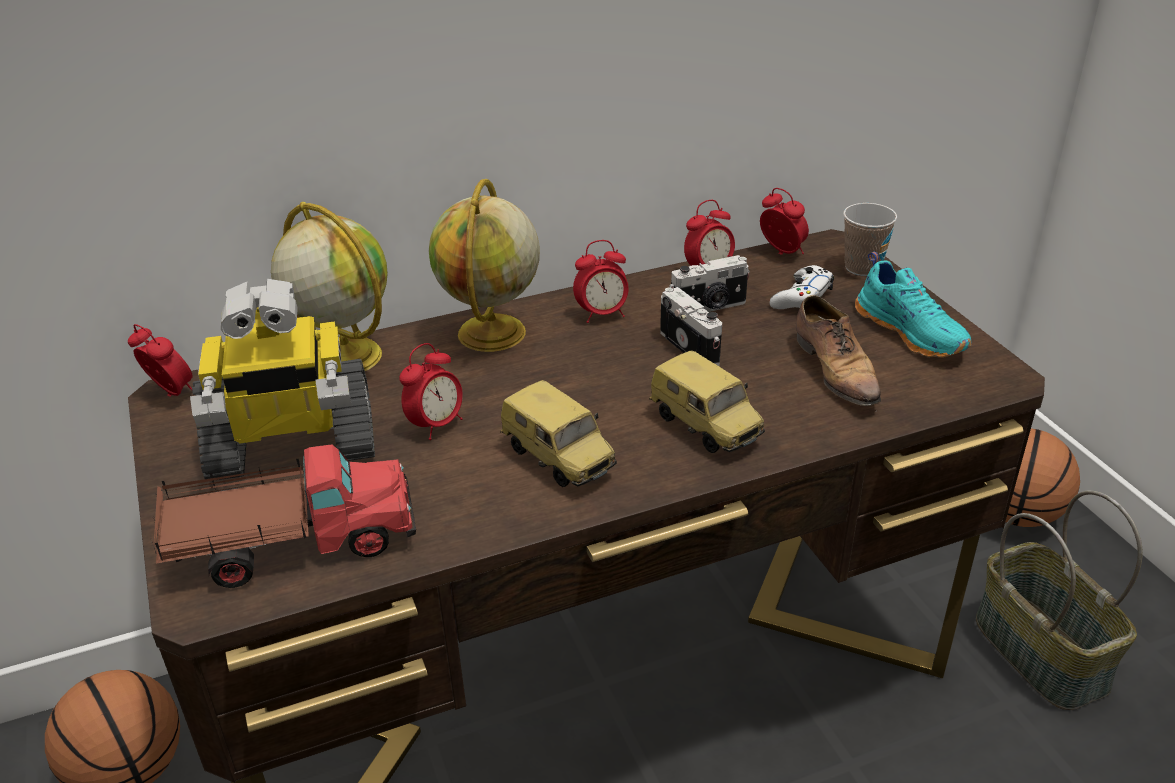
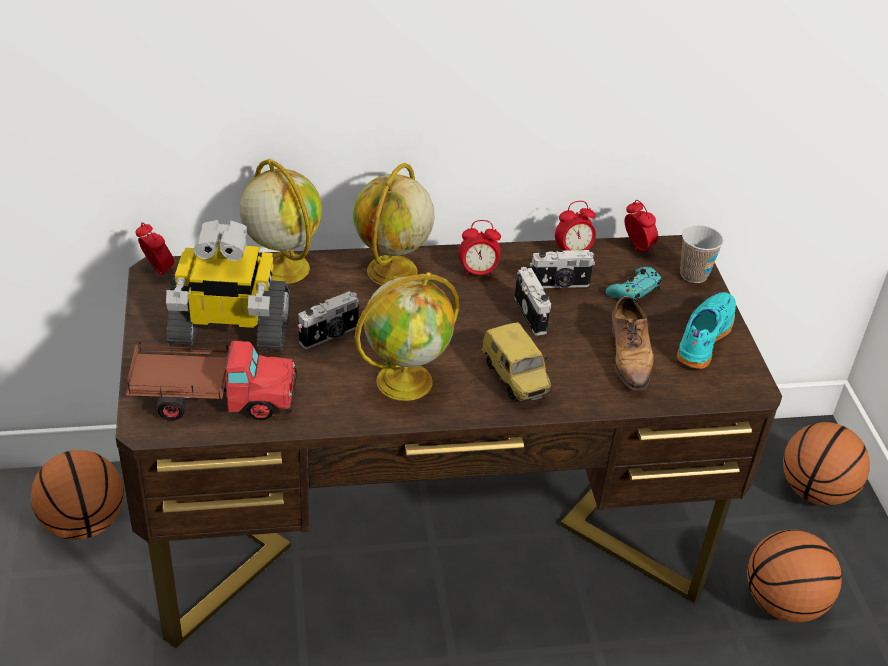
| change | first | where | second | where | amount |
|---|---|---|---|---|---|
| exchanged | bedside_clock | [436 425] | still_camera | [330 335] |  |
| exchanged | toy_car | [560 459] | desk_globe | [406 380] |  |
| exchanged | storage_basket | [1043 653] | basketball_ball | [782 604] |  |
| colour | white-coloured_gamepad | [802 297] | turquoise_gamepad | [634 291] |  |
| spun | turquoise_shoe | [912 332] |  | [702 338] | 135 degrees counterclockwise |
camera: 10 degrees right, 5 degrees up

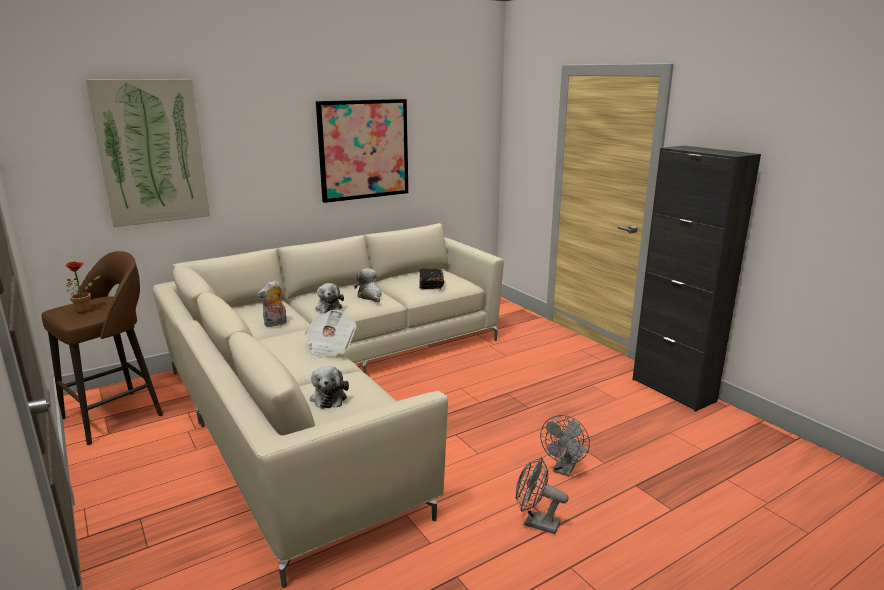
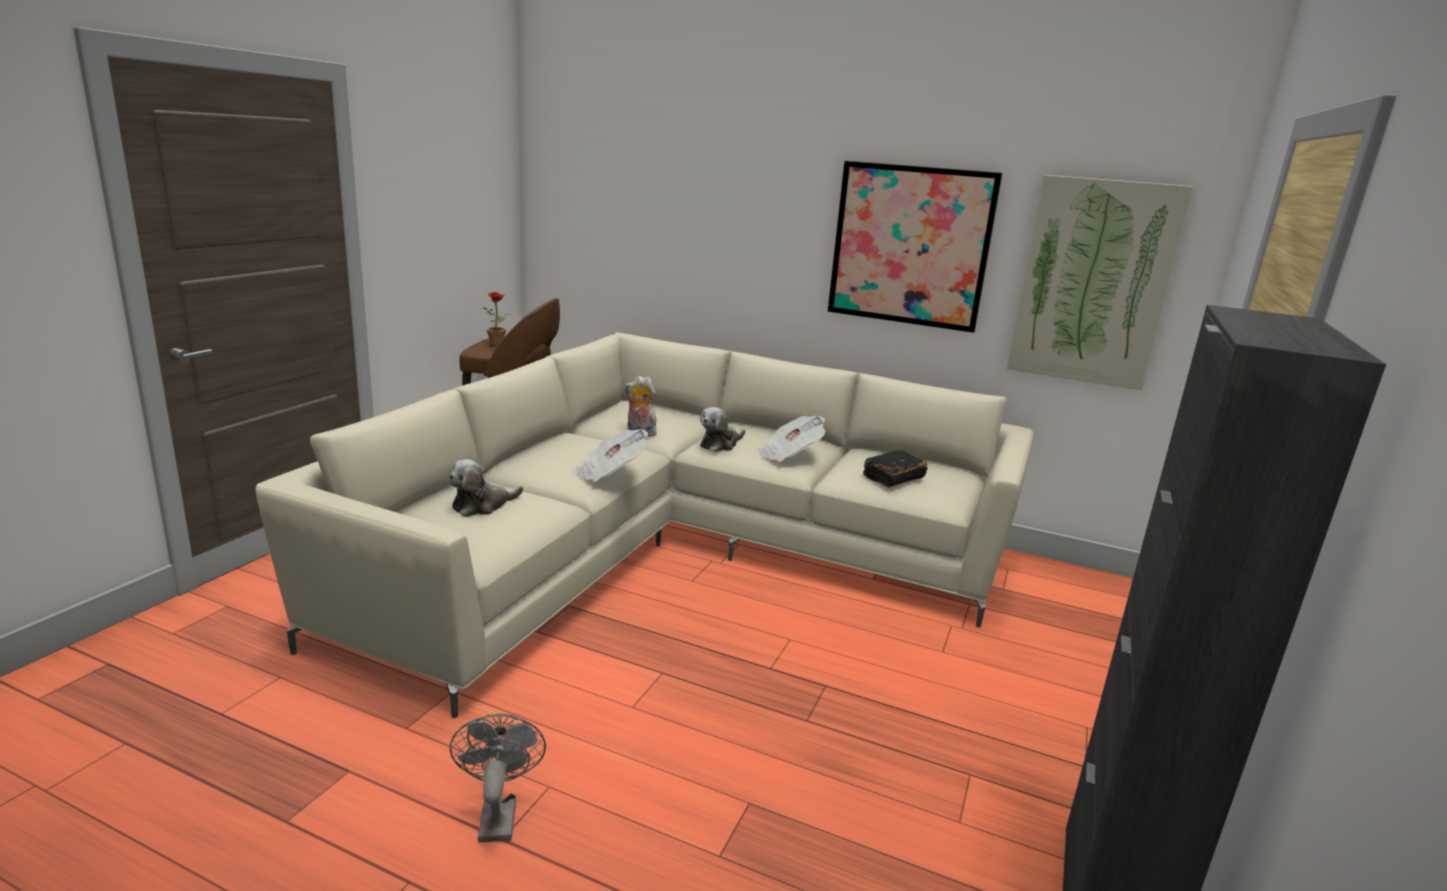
| change | first | where | second | where | amount |
|---|---|---|---|---|---|
| missing | greyish_cooling_fan | [564 470] |  |  |  |
| relocated | wall_art | [151 152] |  | [1093 282] |  |
| exchanged | cuddly_toy | [370 296] | newspaper | [788 455] |  |
camera: 55 degrees right, 0 degrees up

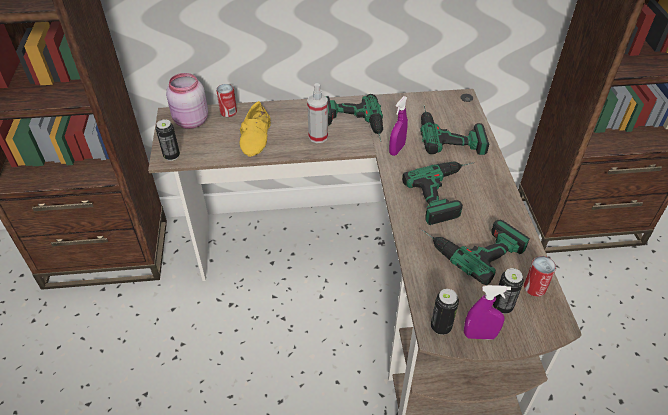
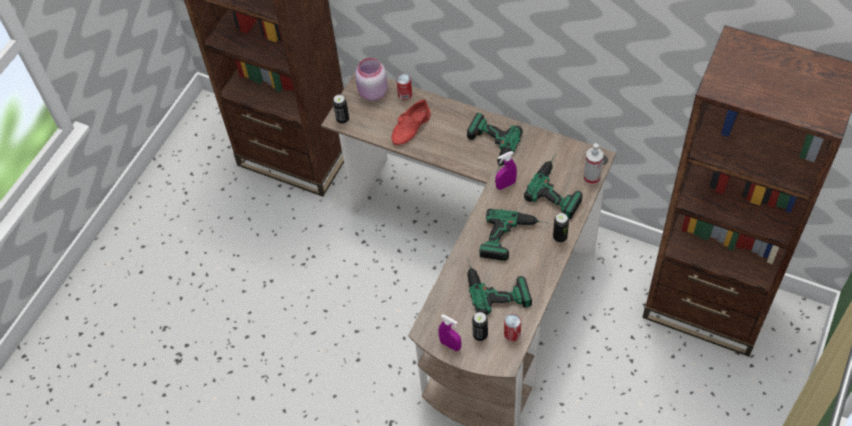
| change | first | where | second | where | amount |
|---|---|---|---|---|---|
| relocated | spray_bottle | [318 137] |  | [591 177] |  |
| relocated | can | [441 327] |  | [560 237] |  |
| colour | yellow-coloured_shoe | [257 137] | reddish_shoe | [412 128] |  |
camera: 35 degrees right, 10 degrees up

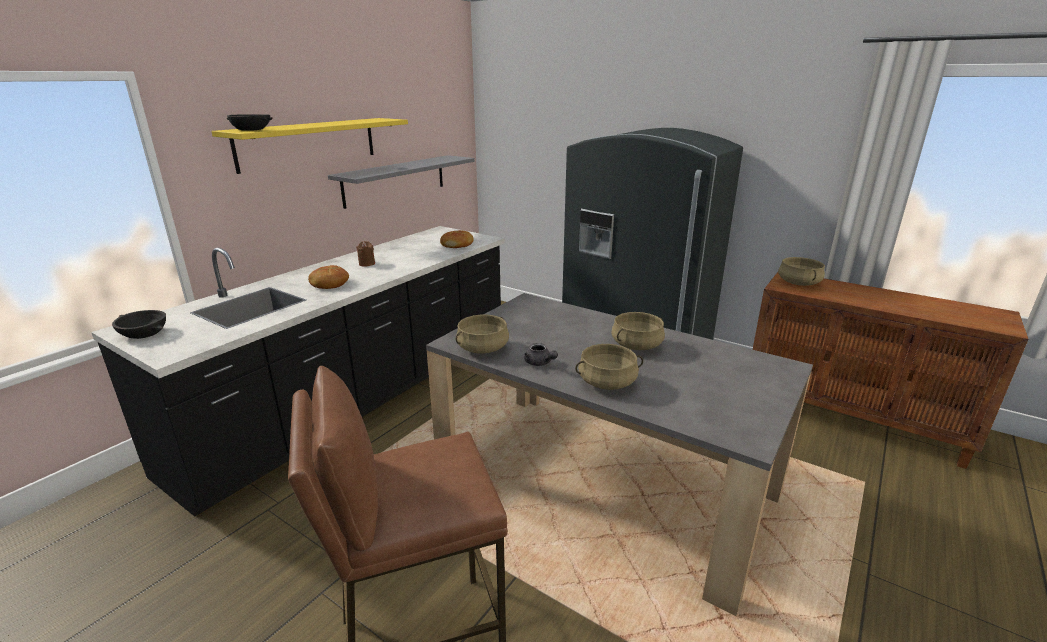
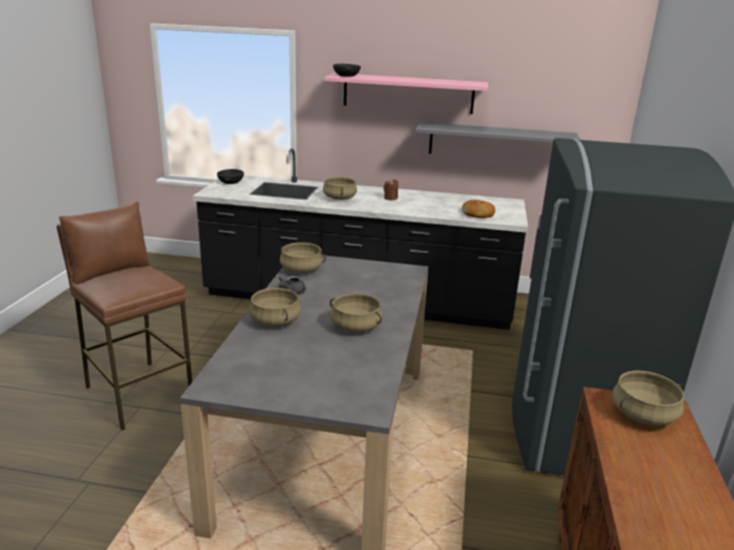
| change | first | where | second | where | amount |
|---|---|---|---|---|---|
| exchanged | bakery_bread | [329 284] | beige_saucepot | [339 198] |  |
| colour | yellow-coloured_wall_shelf | [309 143] | pinkish_wall_shelf | [408 93] |  |
camera: 65 degrees right, 0 degrees up

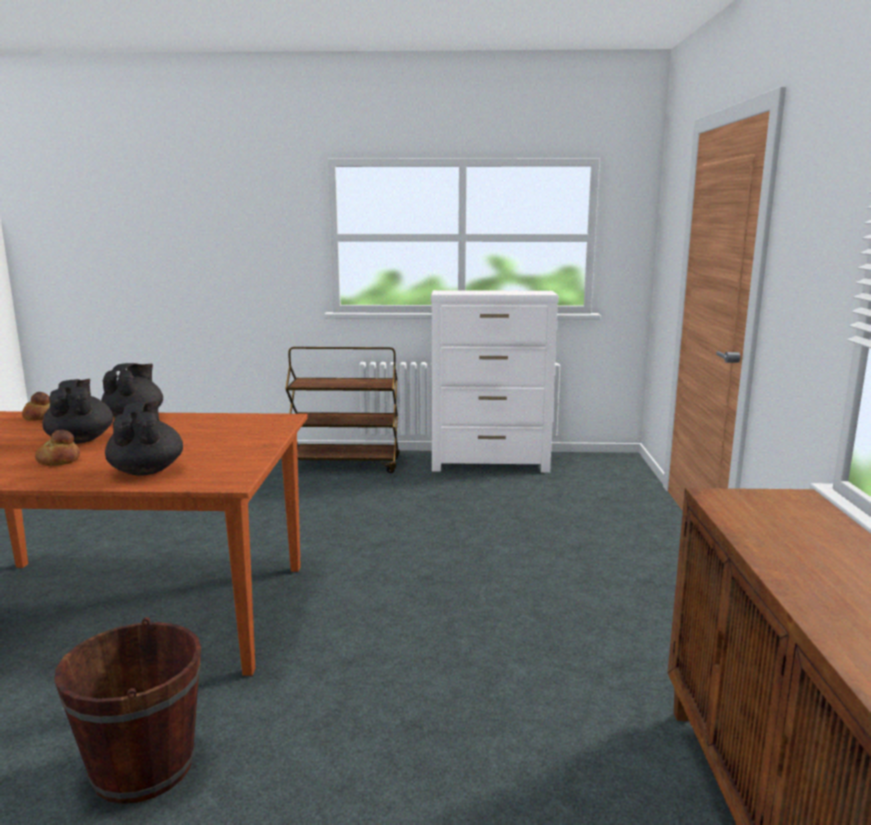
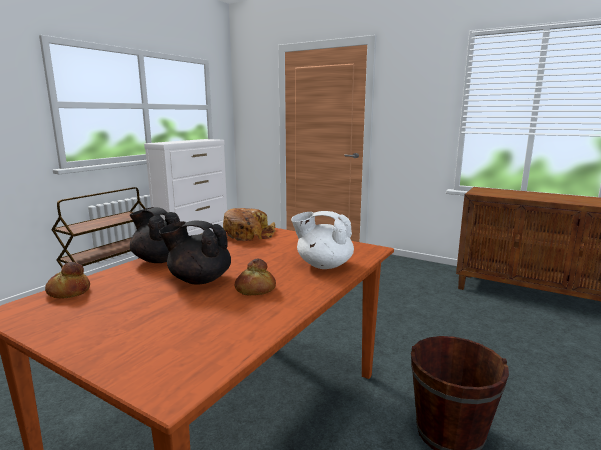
| change | first | where | second | where | amount |
|---|---|---|---|---|---|
| appeared |  |  | bakery_bread | [248 234] |  |
| colour | black-coloured_pot_for_tea | [147 470] | white-coloured_pot_for_tea | [323 265] |  |
camera: 60 degrees left, 0 degrees up

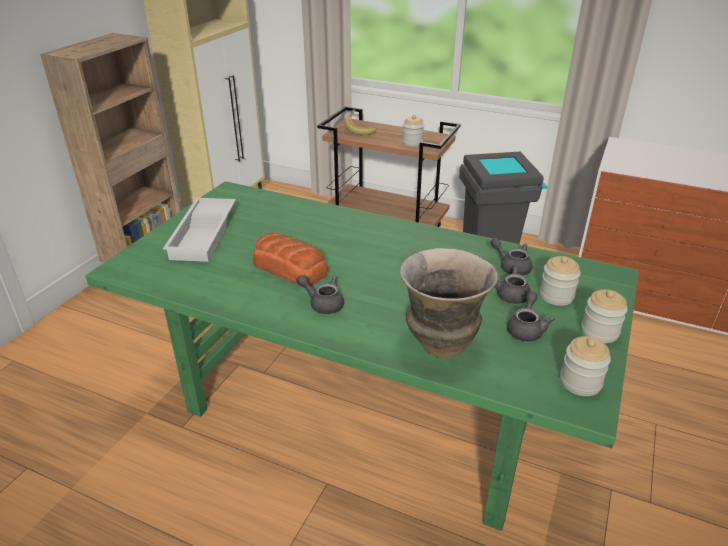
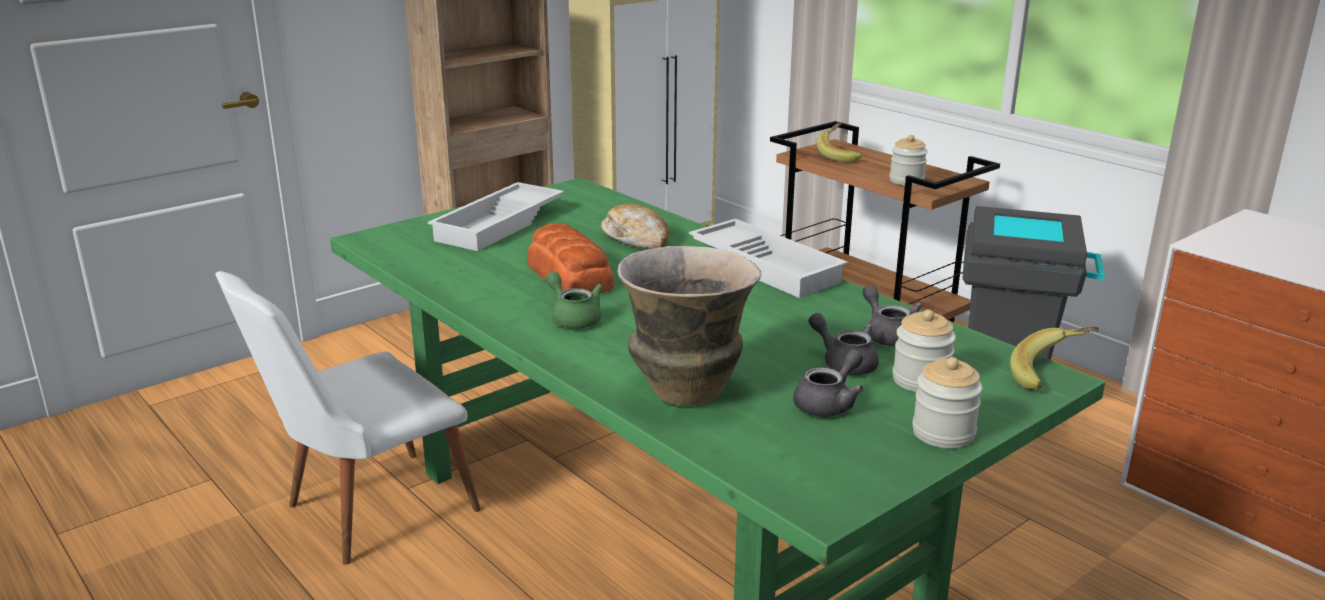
| change | first | where | second | where | amount |
|---|---|---|---|---|---|
| missing | storage_jar | [580 382] |  |  |  |
| appeared |  |  | white-coloured_plain_chair | [364 512] |  |
| appeared |  |  | bakery_bread | [636 238] |  |
| appeared |  |  | white-coloured_serving_tray | [767 266] |  |
| appeared |  |  | banana_fruit | [1052 376] |  |
| colour | greyish_pot_for_tea | [323 303] | green_pot_for_tea | [573 318] |  |
camera: 25 degrees right, 10 degrees down

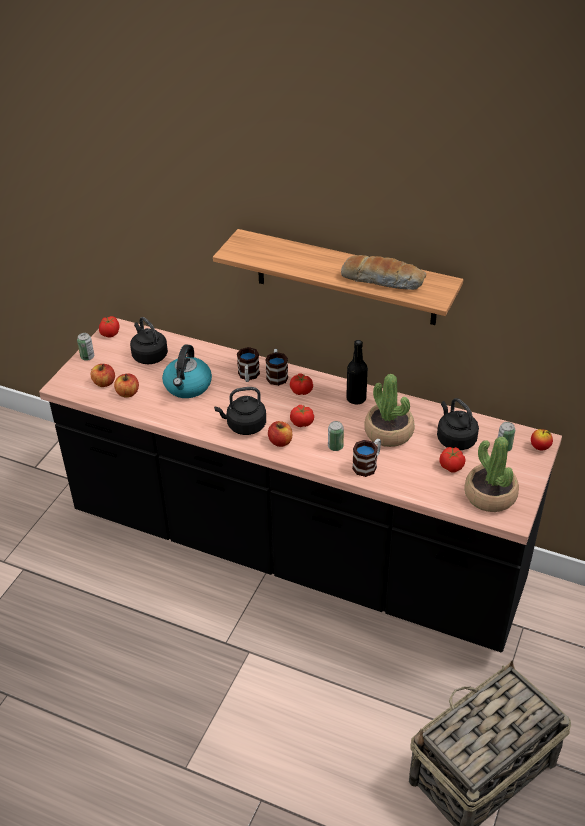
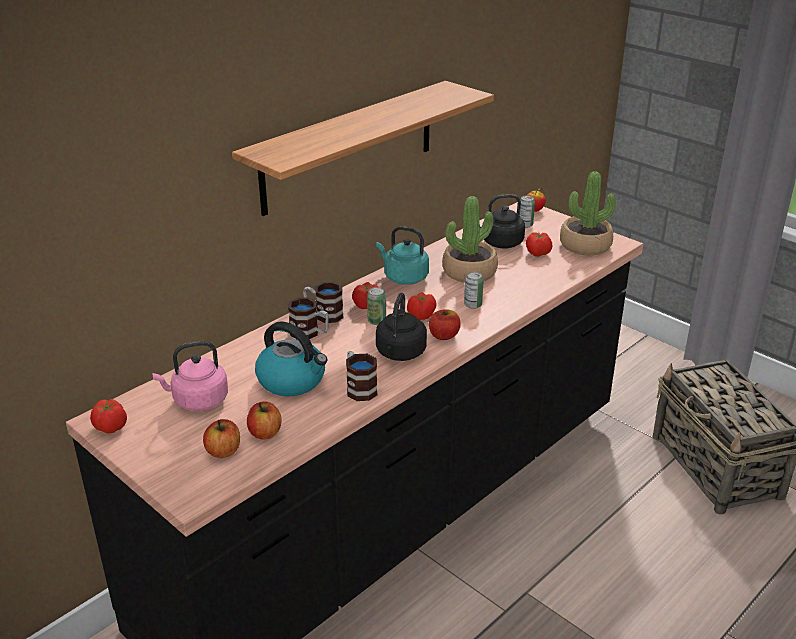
| change | first | where | second | where | amount |
|---|---|---|---|---|---|
| missing | bakery_bread | [383 280] |  |  |  |
| relocated | can | [87 357] |  | [376 321] |  |
| relocated | coffee_mug | [368 465] |  | [359 388] |  |
| exchanged | black-coloured_drink_bottle | [356 399] | turquoise_kettle | [403 277] |  |
| colour | black-coloured_kettle | [149 355] | pinkish_kettle | [197 401] |  |
camera: 70 degrees left, 10 degrees down

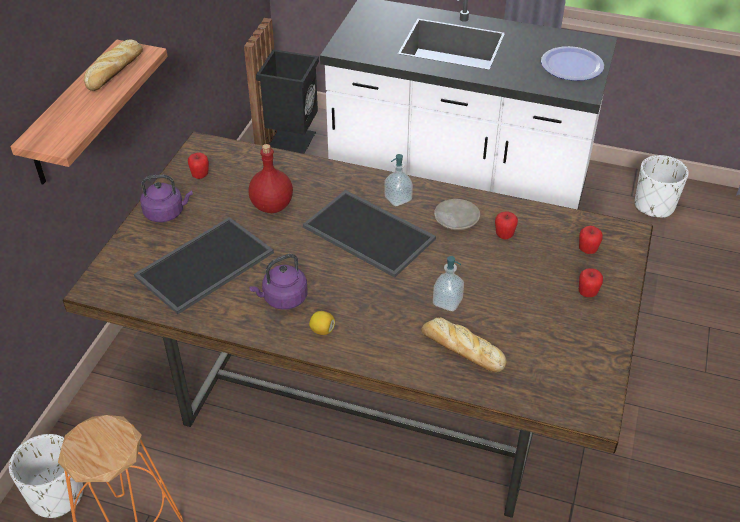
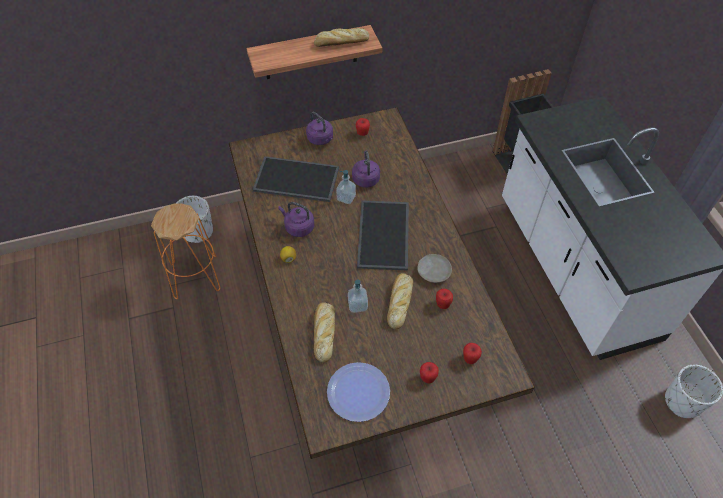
| change | first | where | second | where | amount |
|---|---|---|---|---|---|
| appeared |  |  | bakery_bread | [400 301] |  |
| relocated | soap_dispenser | [398 199] |  | [346 198] |  |
| relocated | dinner_plate | [572 65] |  | [358 392] |  |
| exchanged | reddish_drink_bottle | [271 206] | purple-coloured_kettle | [365 178] |  |
camera: 55 degrees right, 10 degrees up

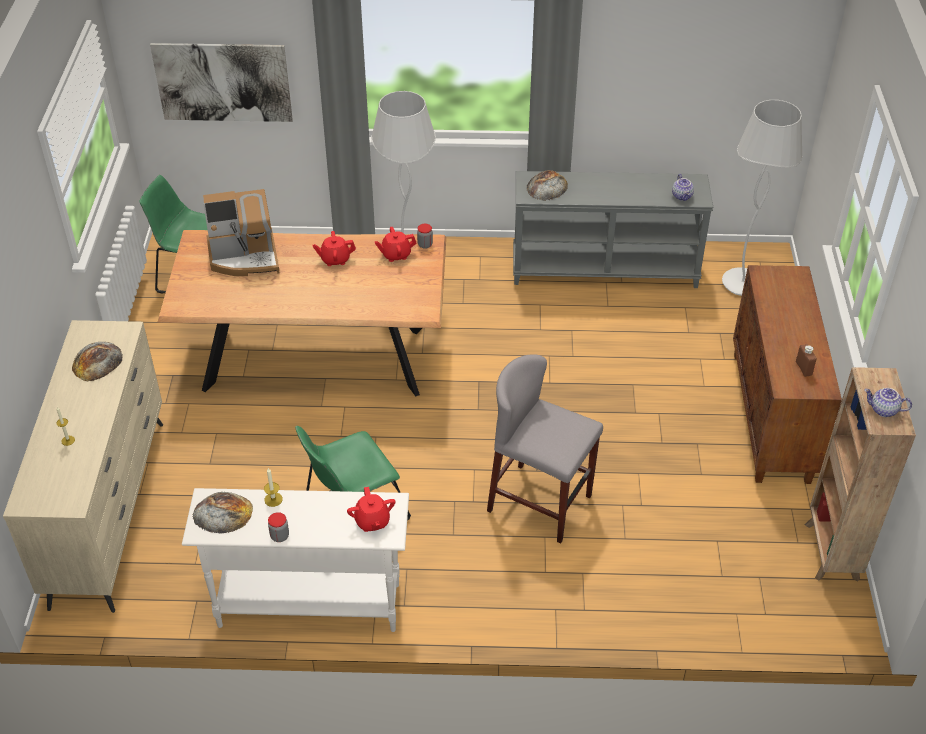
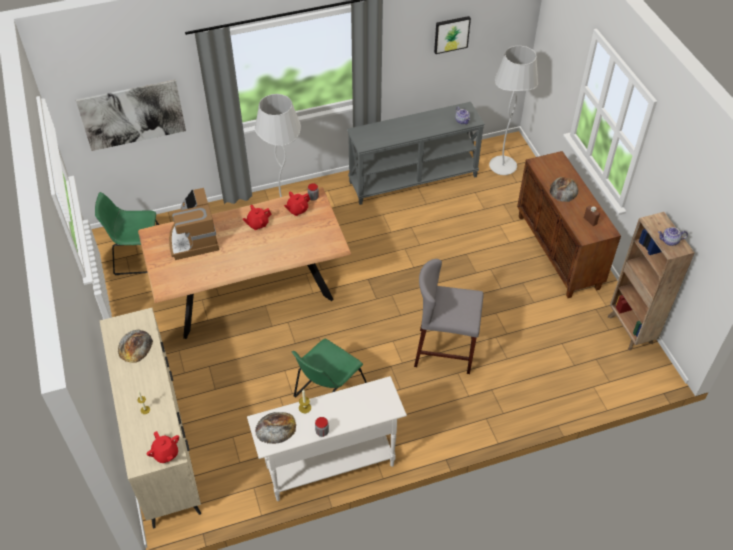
| change | first | where | second | where | amount |
|---|---|---|---|---|---|
| appeared |  |  | wall_art | [451 34] |  |
| relocated | reddish_pot_for_tea | [372 521] |  | [165 454] |  |
| relocated | bakery_bread | [547 187] |  | [563 190] |  |
| spun | coffee_maker | [244 257] |  | [193 238] | 105 degrees clockwise |
camera: 20 degrees left, 5 degrees up

